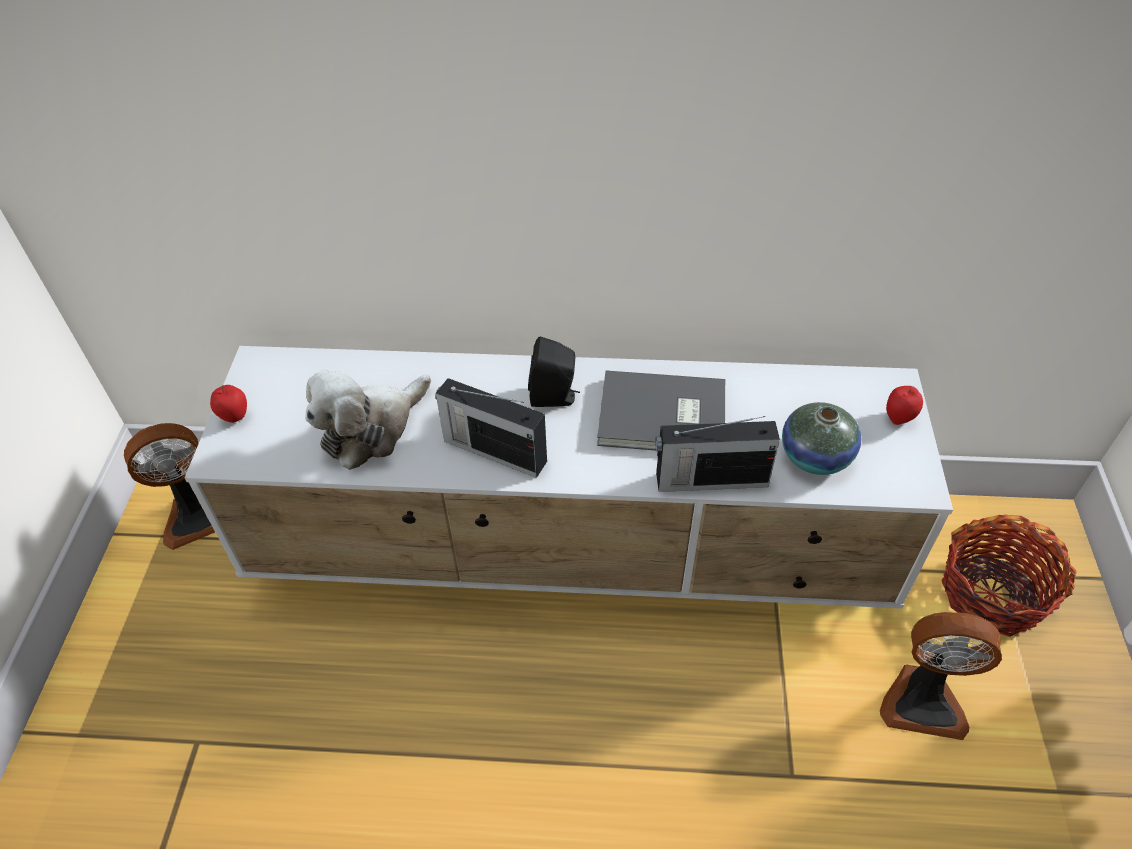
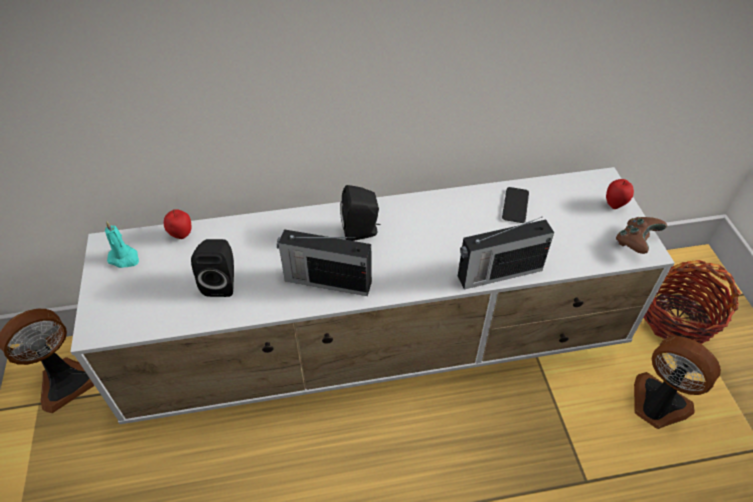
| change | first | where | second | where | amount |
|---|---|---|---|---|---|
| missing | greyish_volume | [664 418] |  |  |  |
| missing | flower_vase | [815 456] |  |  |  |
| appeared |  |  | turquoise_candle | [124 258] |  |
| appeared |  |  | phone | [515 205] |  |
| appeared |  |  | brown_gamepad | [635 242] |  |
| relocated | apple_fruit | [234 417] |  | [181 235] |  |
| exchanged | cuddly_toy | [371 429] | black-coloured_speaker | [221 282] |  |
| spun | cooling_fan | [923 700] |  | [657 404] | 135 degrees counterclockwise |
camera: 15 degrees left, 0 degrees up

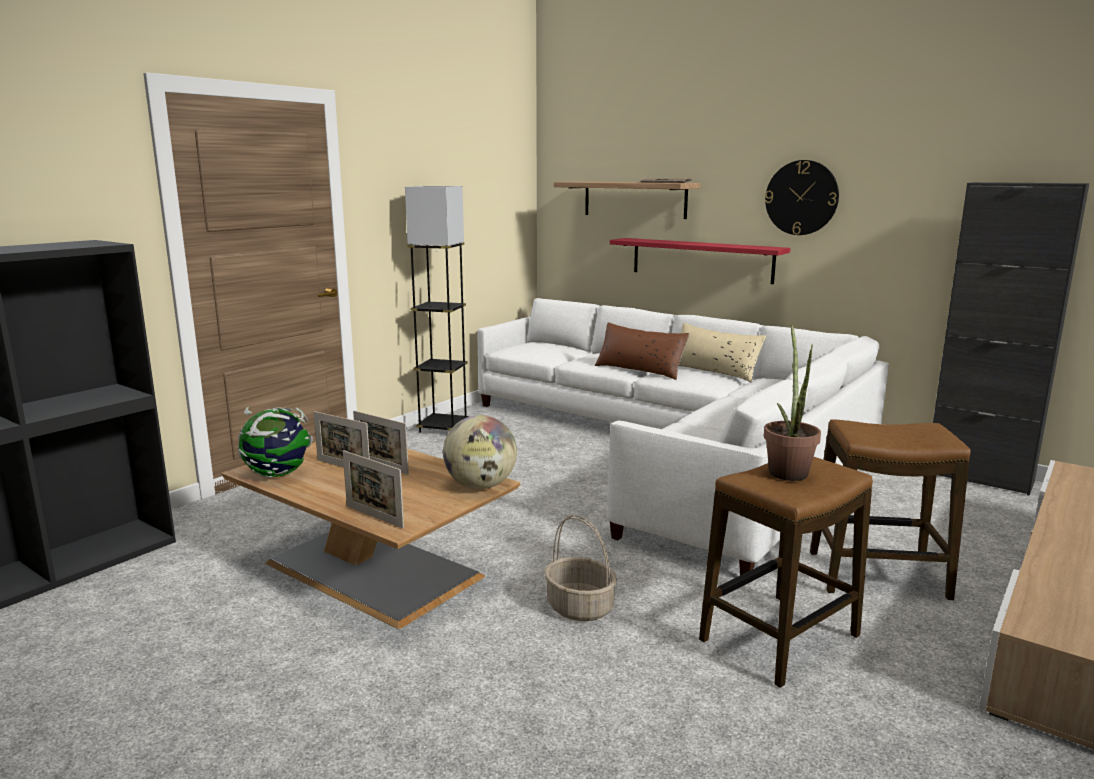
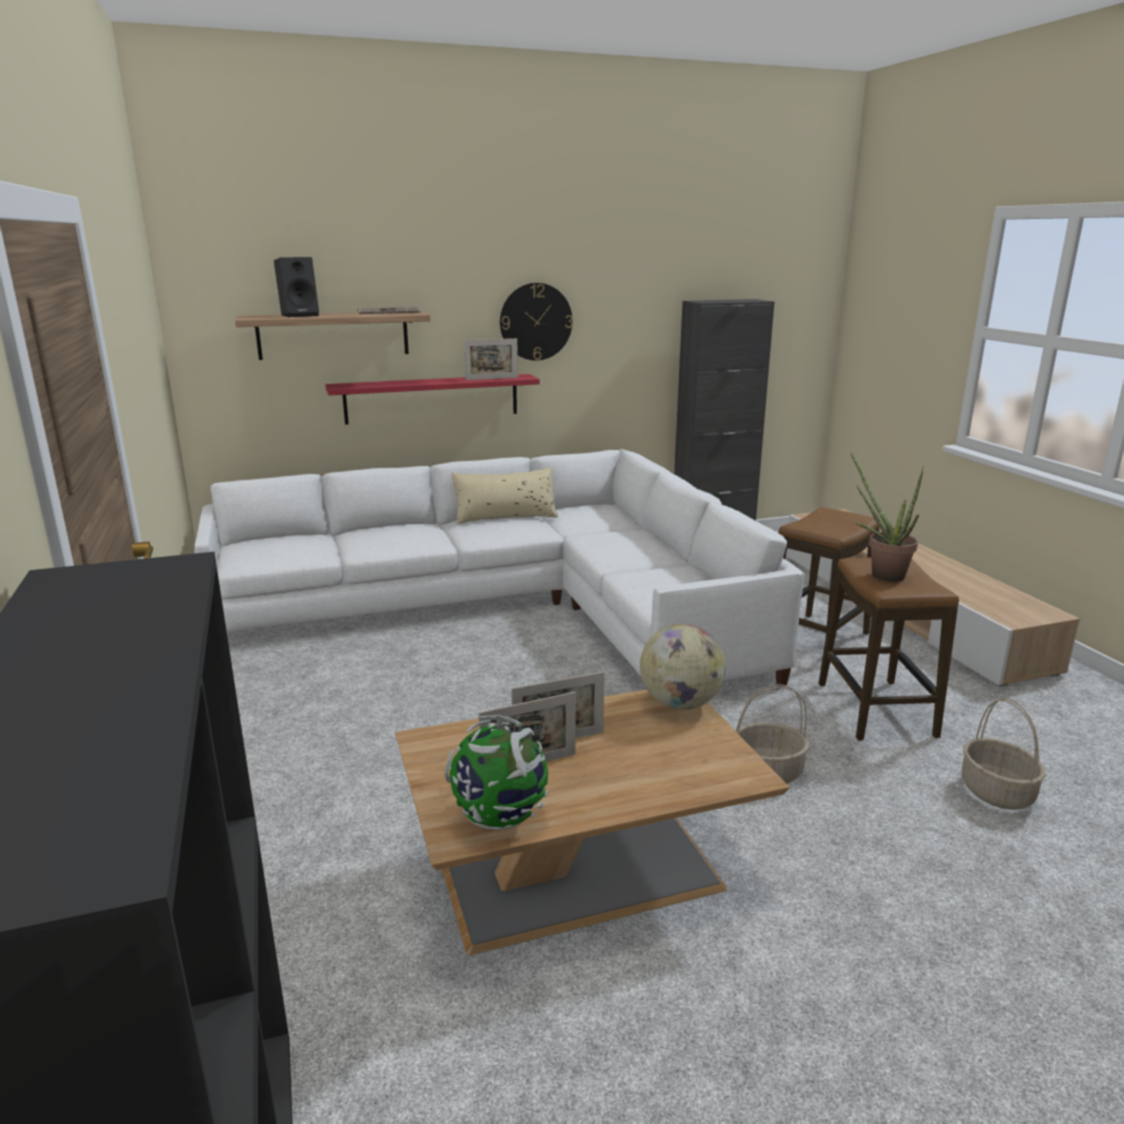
| change | first | where | second | where | amount |
|---|---|---|---|---|---|
| missing | greyish_standing_lamp | [443 428] |  |  |  |
| missing | brown_throw_pillow | [640 370] |  |  |  |
| appeared |  |  | black-coloured_speaker | [300 315] |  |
| appeared |  |  | storage_basket | [997 793] |  |
| relocated | picture_frame | [374 517] |  | [491 379] |  |
camera: 55 degrees left, 5 degrees up

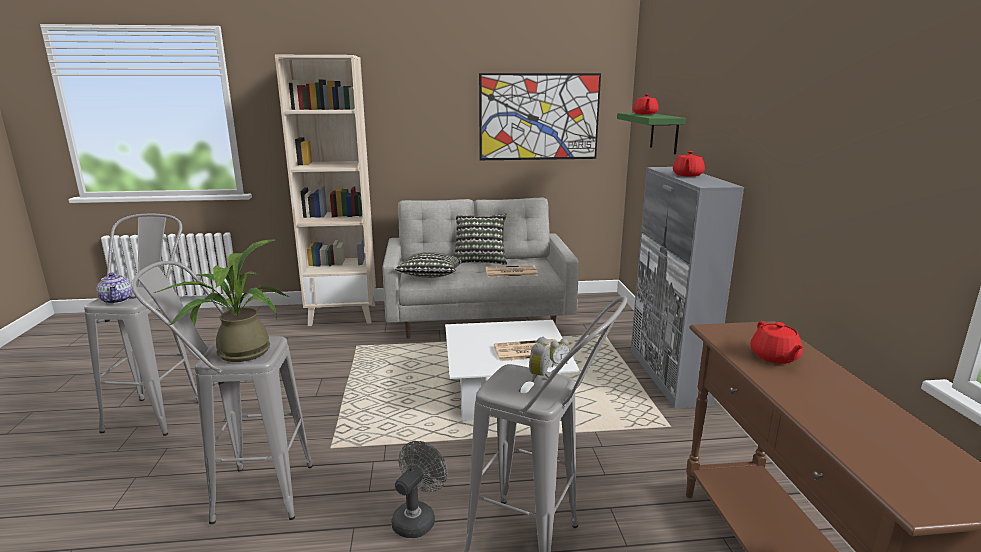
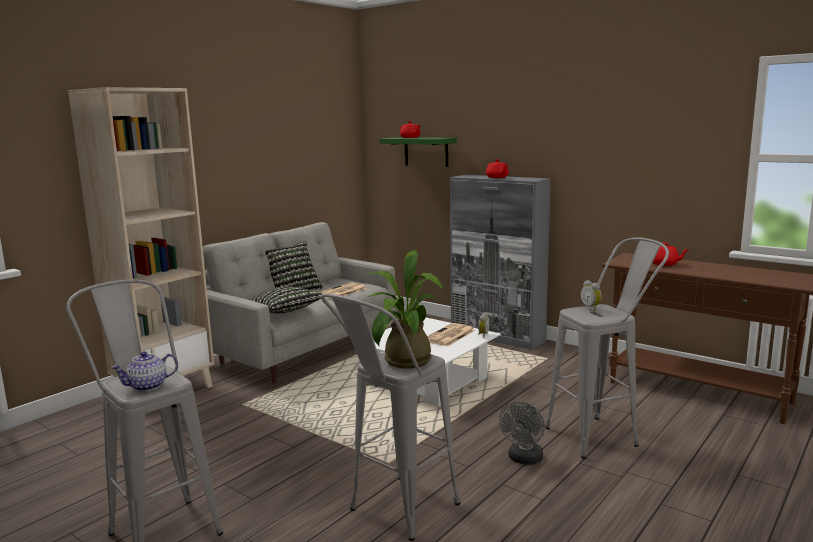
| change | first | where | second | where | amount |
|---|---|---|---|---|---|
| missing | wall_art | [539 117] |  |  |  |
| spun | pot_for_tea | [117 300] |  | [148 386] | 135 degrees clockwise |
| spun | greyish_cooling_fan | [417 518] |  | [524 459] | 135 degrees counterclockwise |
camera: 45 degrees left, 5 degrees down

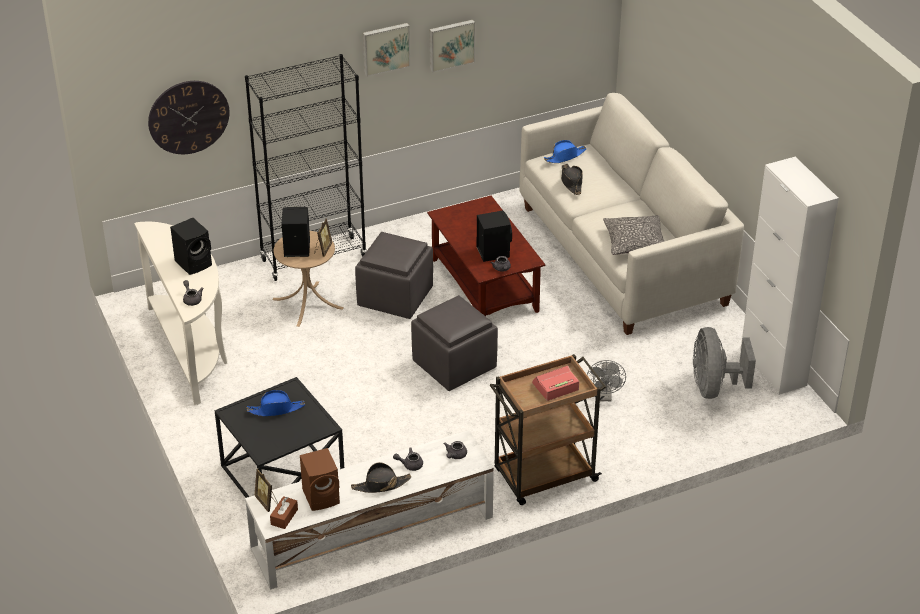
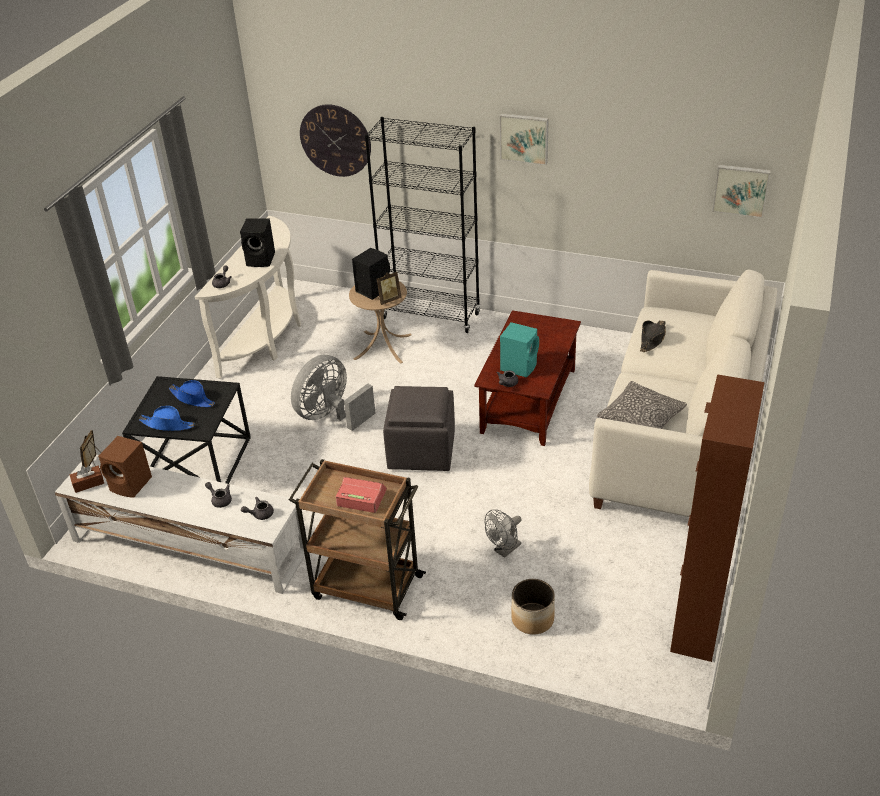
| change | first | where | second | where | amount |
|---|---|---|---|---|---|
| missing | black-coloured_hat | [381 485] |  |  |  |
| missing | greyish_footrest | [395 296] |  |  |  |
| appeared |  |  | plant_pot | [533 619] |  |
| relocated | wall_art | [451 44] |  | [741 190] |  |
| relocated | bluish_hat | [565 156] |  | [167 425] |  |
| relocated | greyish_cooling_fan | [714 387] |  | [331 416] |  |
| colour | black-coloured_speaker | [493 251] | turquoise_speaker | [519 366] |  |
| colour | white-coloured_cupboard | [773 368] | brown_cupboard | [697 622] |  |
camera: 45 degrees right, 0 degrees up

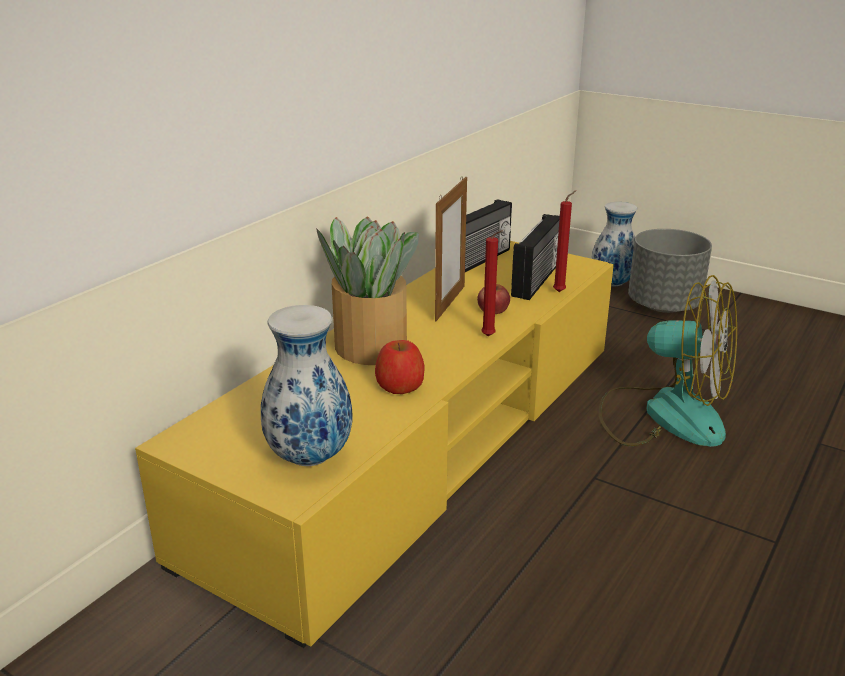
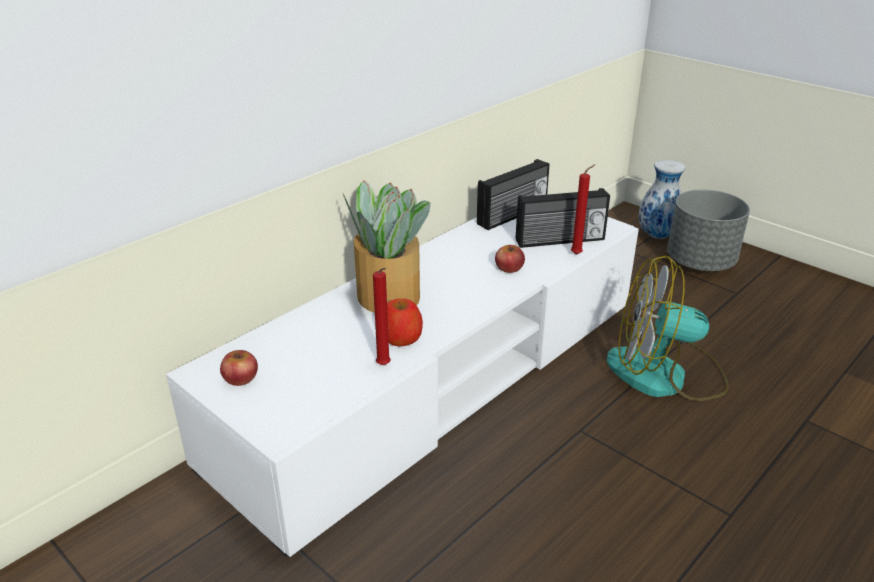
| change | first | where | second | where | amount |
|---|---|---|---|---|---|
| missing | flower_vase | [310 458] |  |  |  |
| missing | picture_frame | [450 303] |  |  |  |
| appeared |  |  | apple_fruit | [241 378] |  |
| relocated | reddish_candle | [490 337] |  | [384 366] |  |
| colour | yellow-coloured_media_console | [422 443] | white-coloured_media_console | [437 379] |  |
| spun | radio | [537 280] |  | [560 240] | 45 degrees clockwise |
| spun | cooling_fan | [664 414] |  | [665 375] | 150 degrees clockwise |
camera: 10 degrees right, 5 degrees up

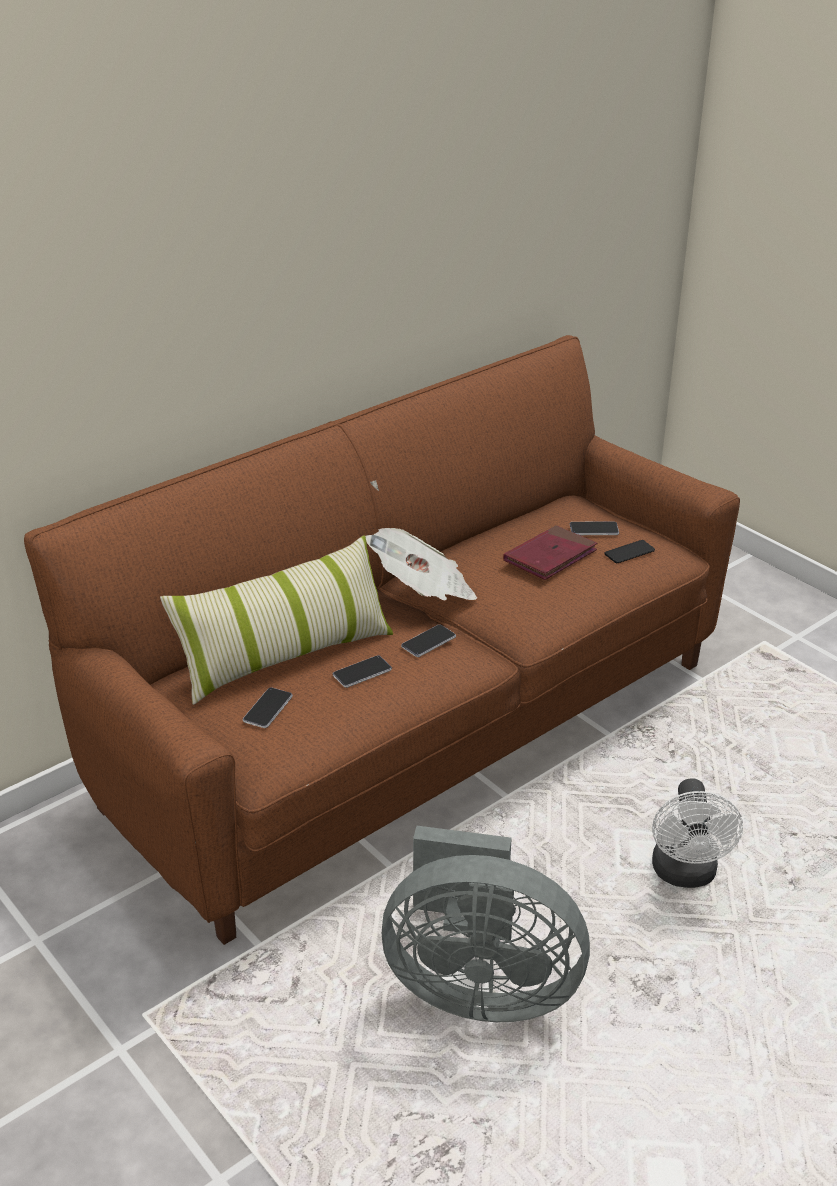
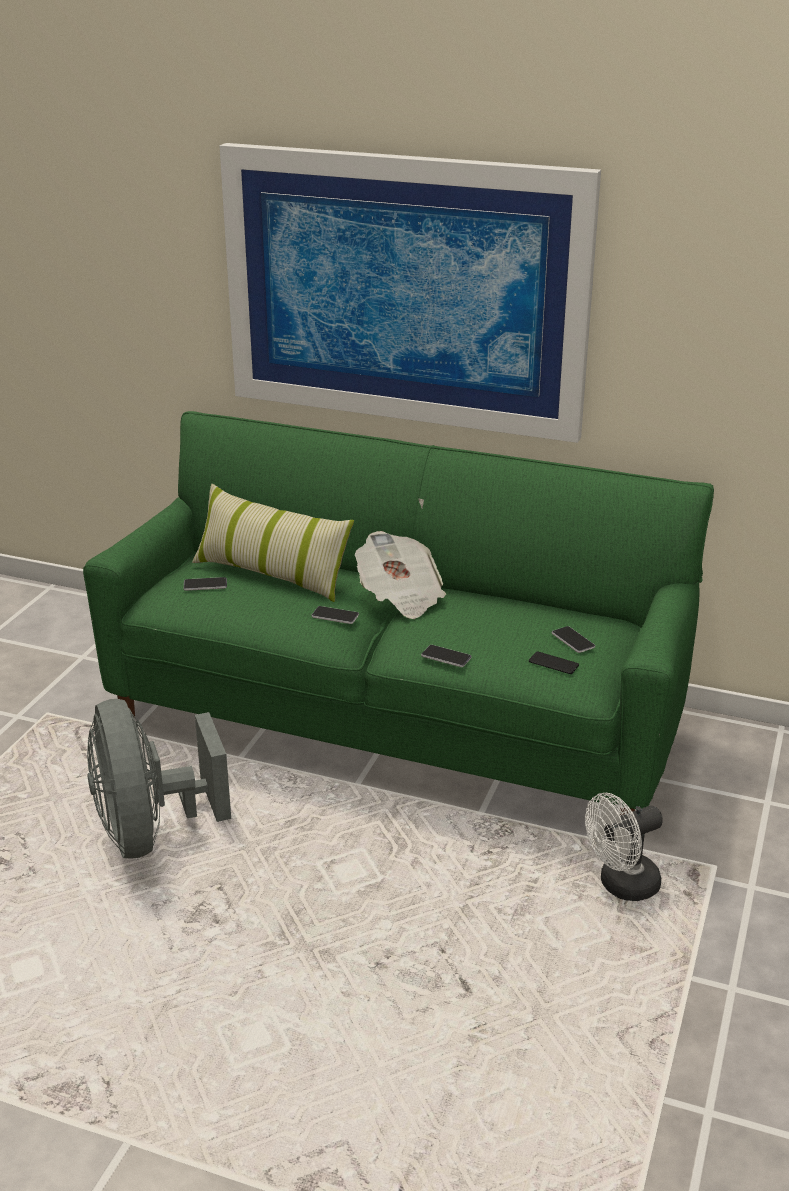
| change | first | where | second | where | amount |
|---|---|---|---|---|---|
| missing | reddish_volume | [550 556] |  |  |  |
| appeared |  |  | wall_art | [404 290] |  |
| relocated | phone | [362 672] |  | [446 657] |  |
| relocated | white-coloured_cooling_fan | [685 874] |  | [621 886] |  |
| colour | brown_sofa | [417 730] | green_sofa | [395 720] |  |
camera: 60 degrees right, 5 degrees down

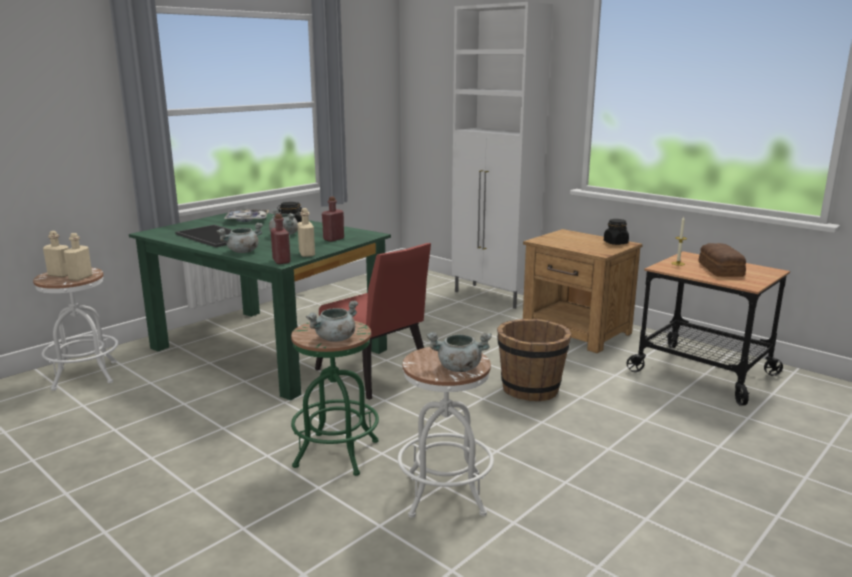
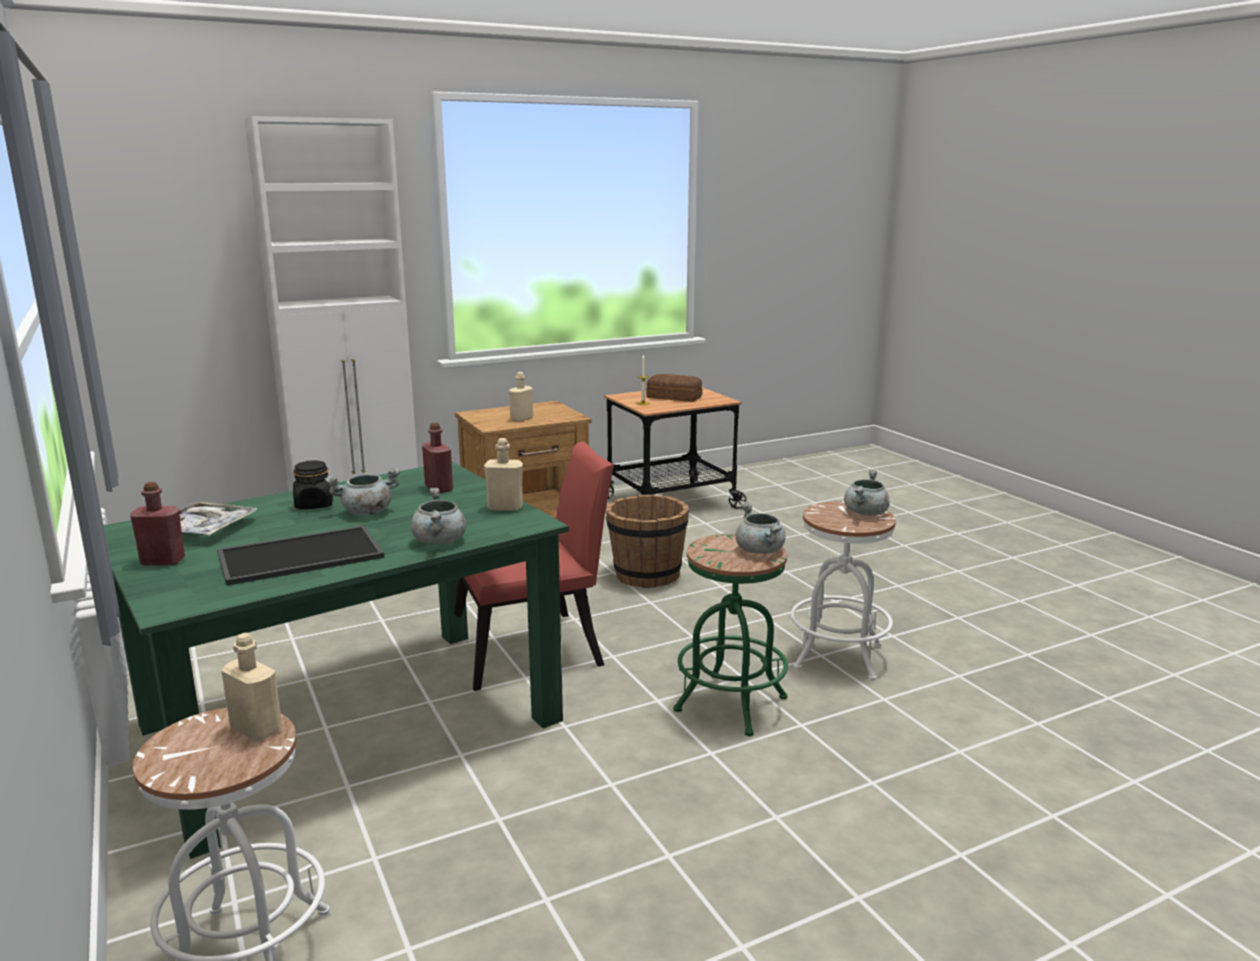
| change | first | where | second | where | amount |
|---|---|---|---|---|---|
| missing | black-coloured_storage_jar | [615 243] |  |  |  |
| relocated | beige_drink_bottle | [60 275] |  | [521 419] |  |
| relocated | reddish_drink_bottle | [281 261] |  | [163 561] |  |
camera: 70 degrees left, 0 degrees up

